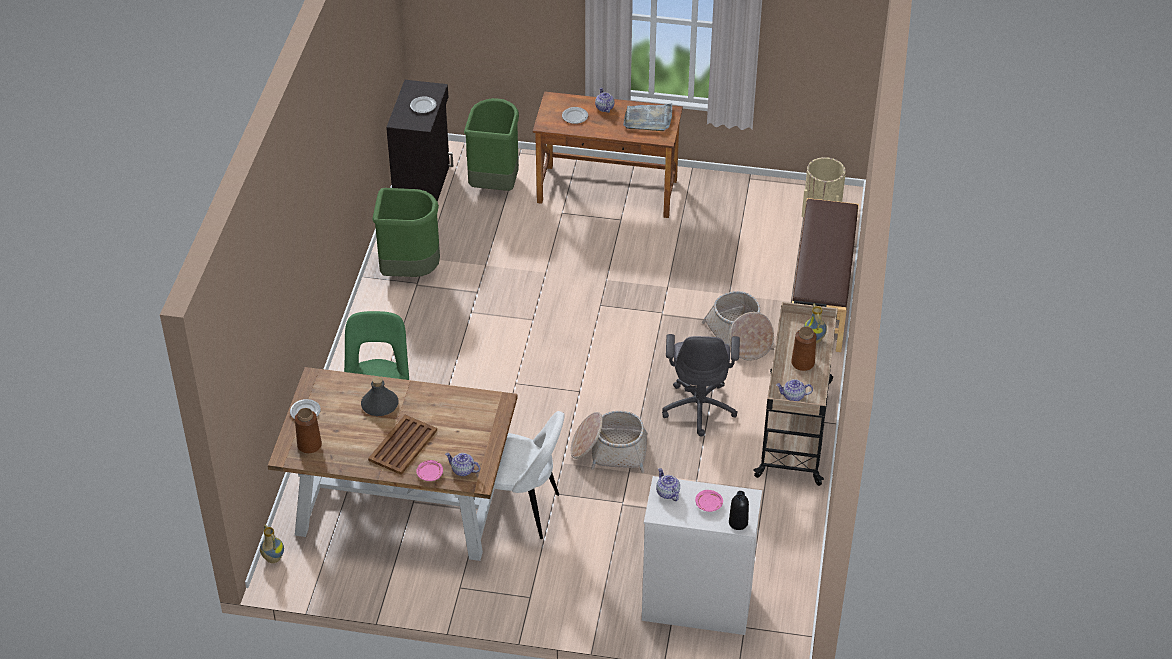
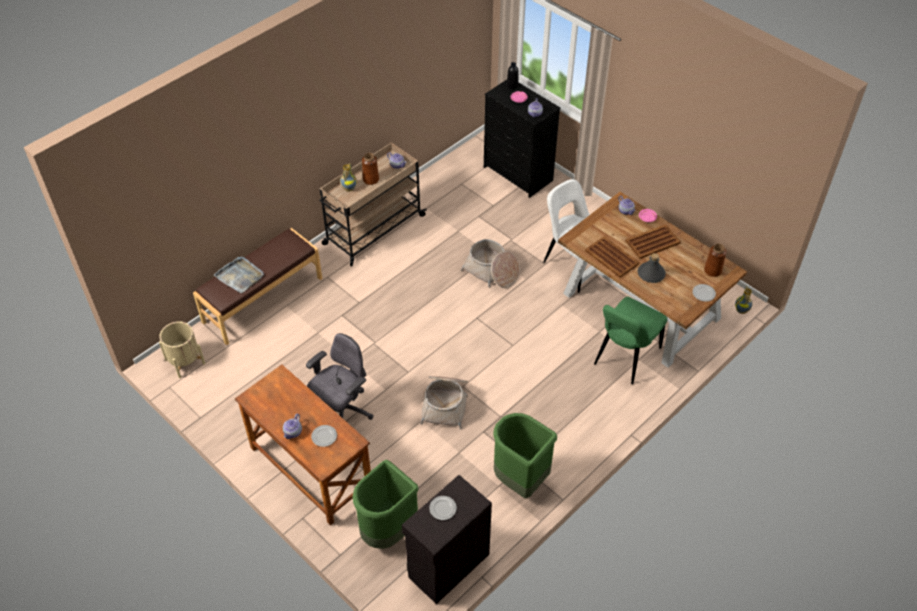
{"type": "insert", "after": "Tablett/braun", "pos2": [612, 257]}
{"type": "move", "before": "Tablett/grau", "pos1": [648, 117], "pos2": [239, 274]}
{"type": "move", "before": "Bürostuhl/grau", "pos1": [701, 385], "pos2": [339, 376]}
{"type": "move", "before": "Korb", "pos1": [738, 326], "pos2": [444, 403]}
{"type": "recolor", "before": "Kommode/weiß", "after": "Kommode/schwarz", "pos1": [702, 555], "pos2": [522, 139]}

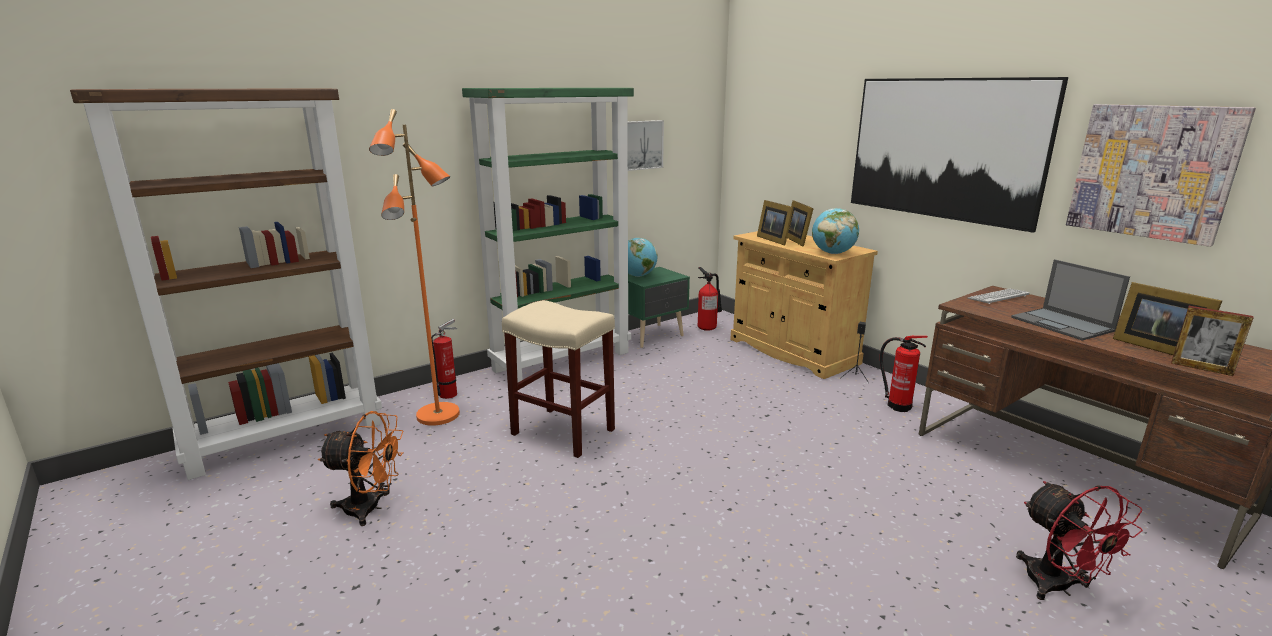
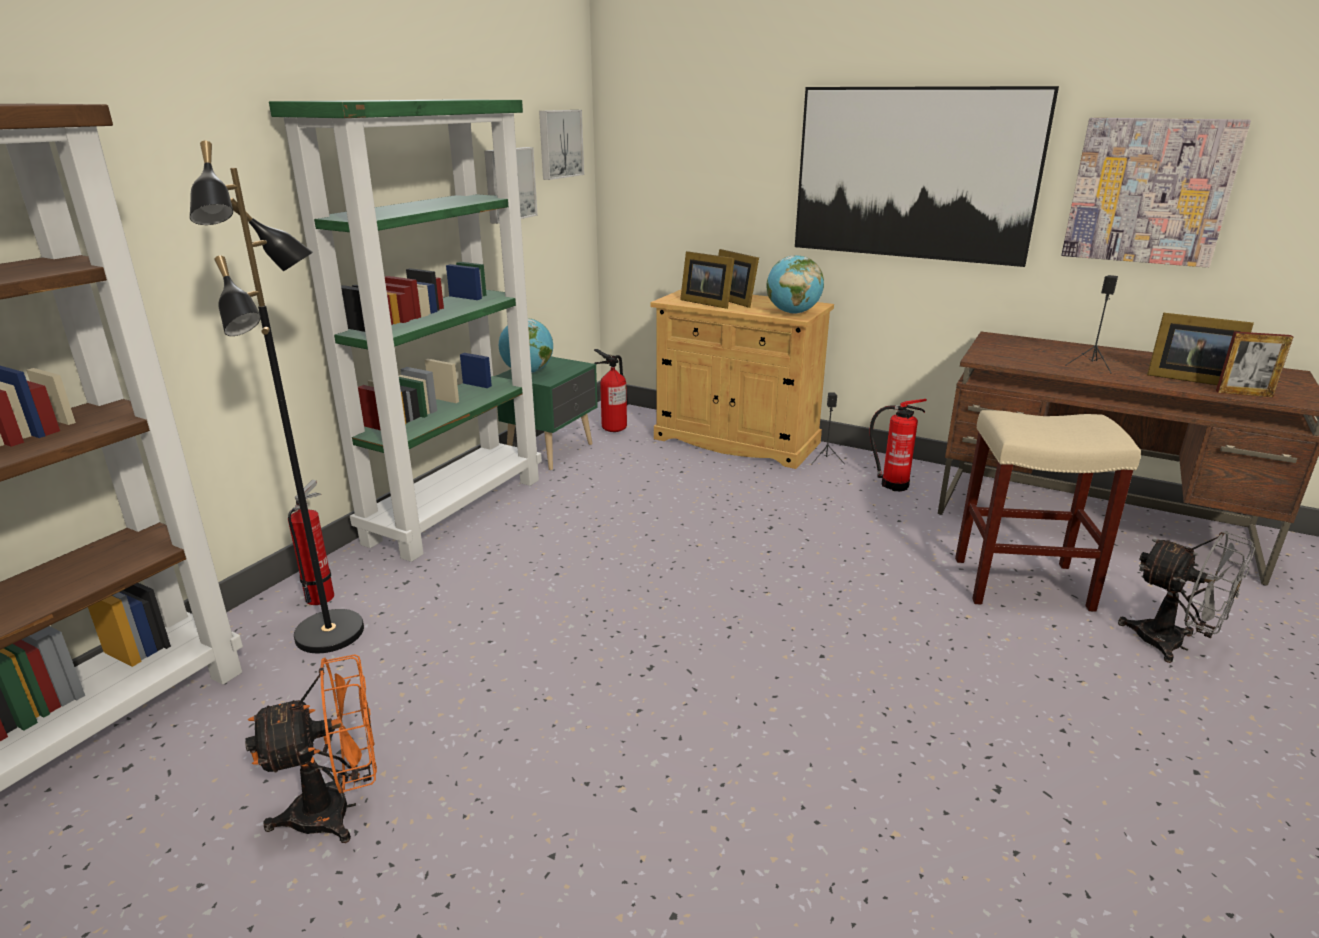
{"type": "delete", "before": "Tastatur", "pos1": [999, 296]}
{"type": "insert", "after": "Bild", "pos2": [561, 145]}
{"type": "move", "before": "Hocker/beige", "pos1": [558, 379], "pos2": [1048, 511]}
{"type": "replace", "before": "Laptop", "after": "Lautsprecher/schwarz", "pos1": [1070, 300], "pos2": [1091, 324]}
{"type": "recolor", "before": "Stehlampe/orange", "after": "Stehlampe/schwarz", "pos1": [414, 267], "pos2": [277, 397]}
{"type": "recolor", "before": "Ventilator/rot", "after": "Ventilator/grau", "pos1": [1079, 540], "pos2": [1186, 597]}

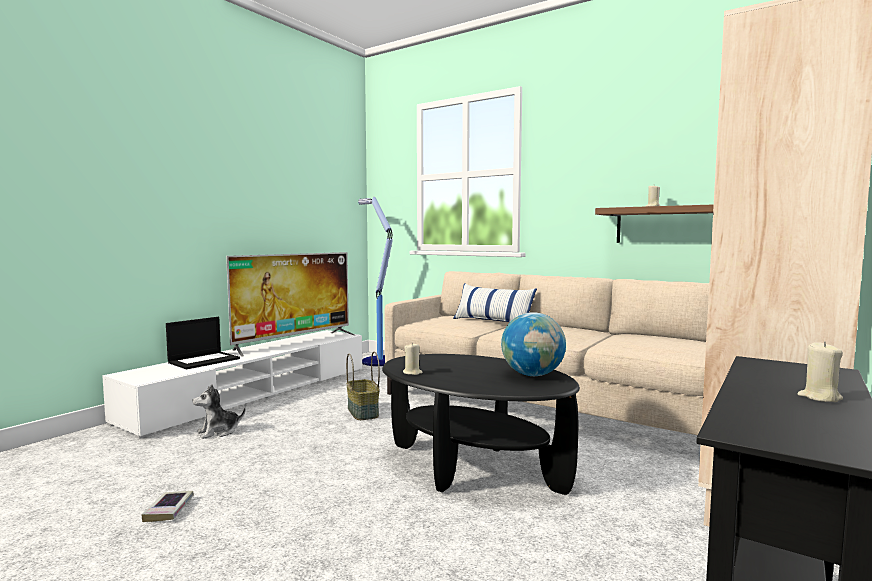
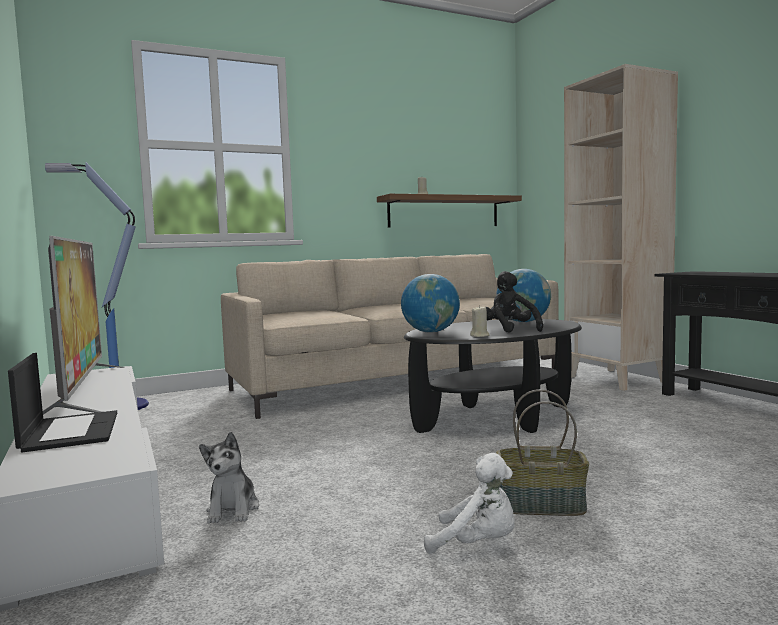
{"type": "delete", "before": "Kissen", "pos1": [495, 302]}
{"type": "delete", "before": "Kerze/beige", "pos1": [820, 371]}
{"type": "insert", "after": "Globus", "pos2": [430, 303]}
{"type": "insert", "after": "Plüschtier/schwarz", "pos2": [514, 302]}
{"type": "move", "before": "Korb", "pos1": [363, 385], "pos2": [542, 452]}
{"type": "replace", "before": "Buch", "after": "Plüschtier/weiß", "pos1": [167, 506], "pos2": [469, 503]}

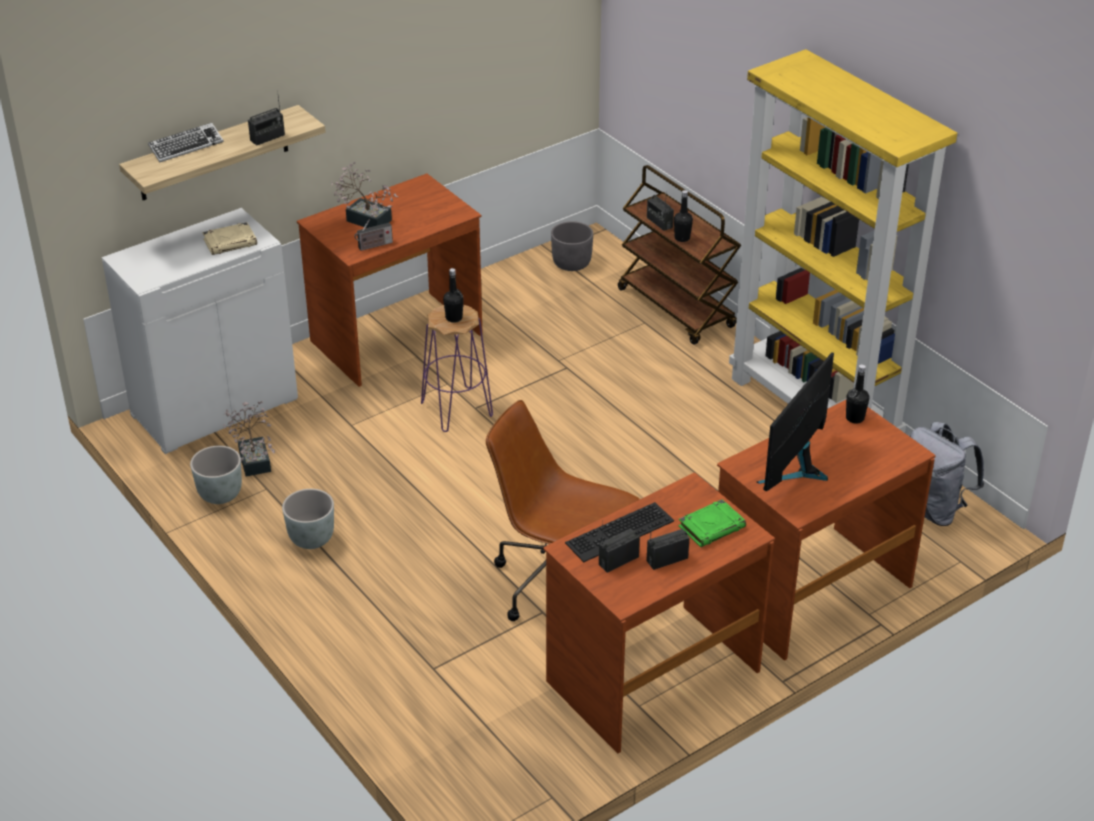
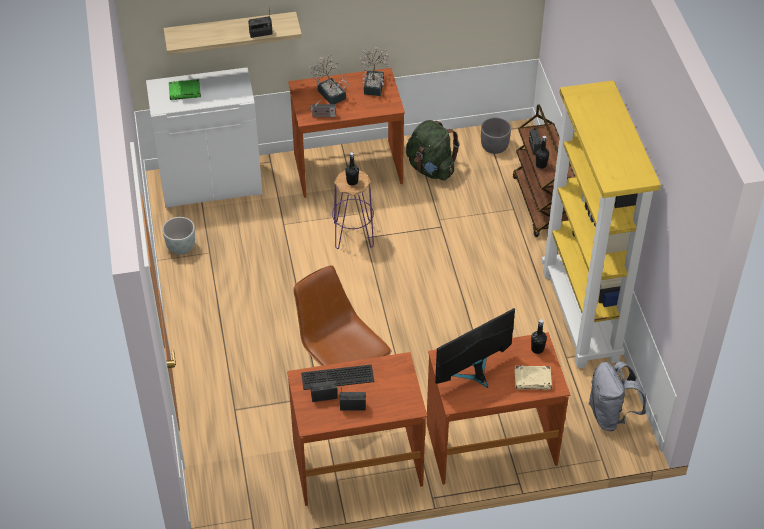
{"type": "delete", "before": "Tastatur", "pos1": [186, 142]}
{"type": "delete", "before": "Pflanzkübel/grau", "pos1": [308, 519]}
{"type": "insert", "after": "Rucksack/grün", "pos2": [433, 150]}
{"type": "move", "before": "Buch/beige", "pos1": [229, 238], "pos2": [533, 377]}
{"type": "move", "before": "Topfpflanze", "pos1": [249, 438], "pos2": [374, 71]}
{"type": "move", "before": "Buch/grün", "pos1": [712, 523], "pos2": [185, 89]}

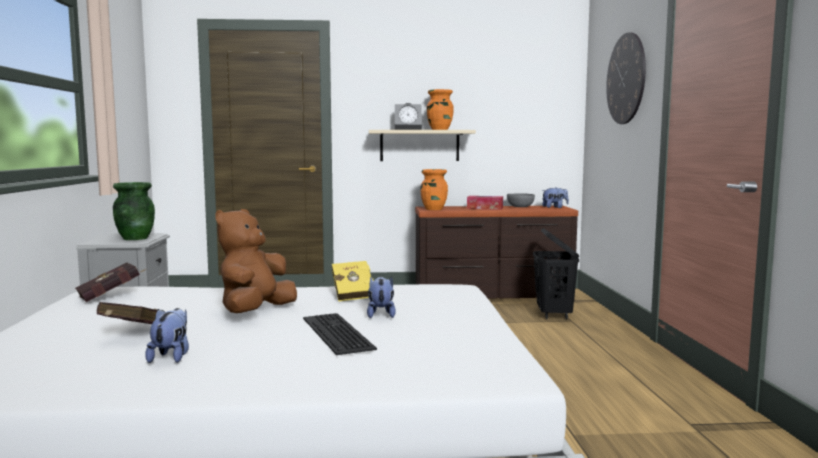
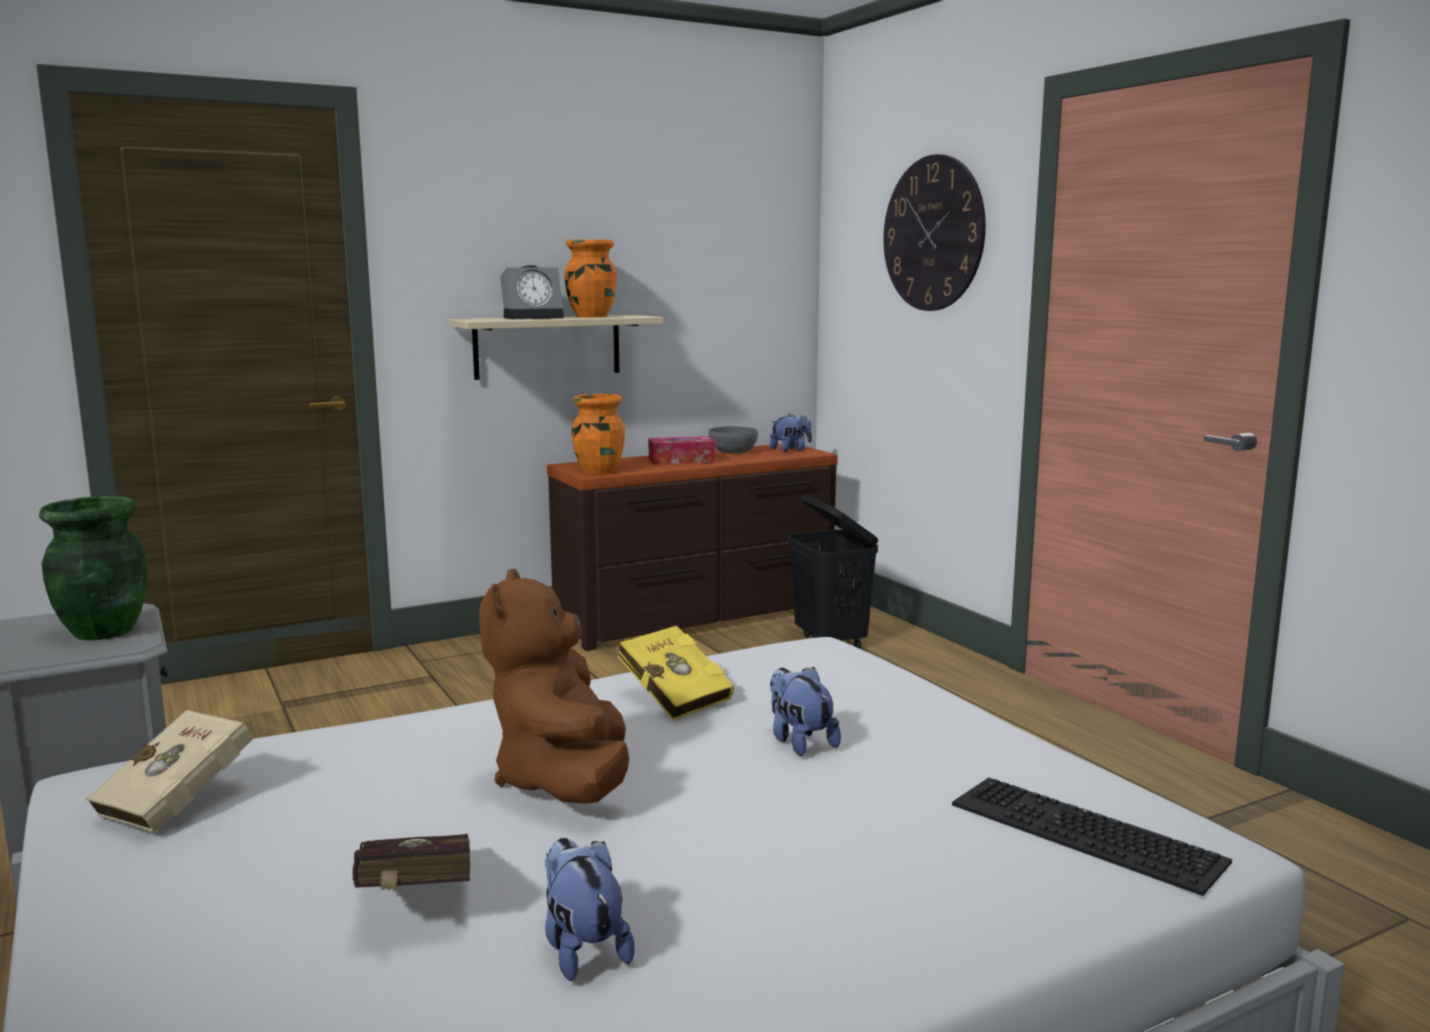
{"type": "move", "before": "Tastatur", "pos1": [340, 334], "pos2": [1092, 836]}
{"type": "recolor", "before": "Buch/rot", "after": "Buch/beige", "pos1": [110, 282], "pos2": [169, 771]}

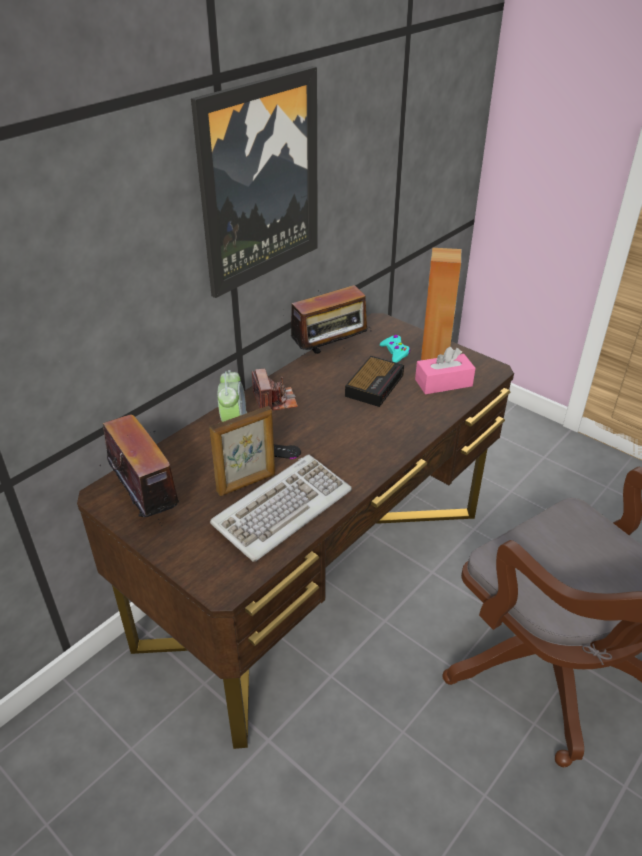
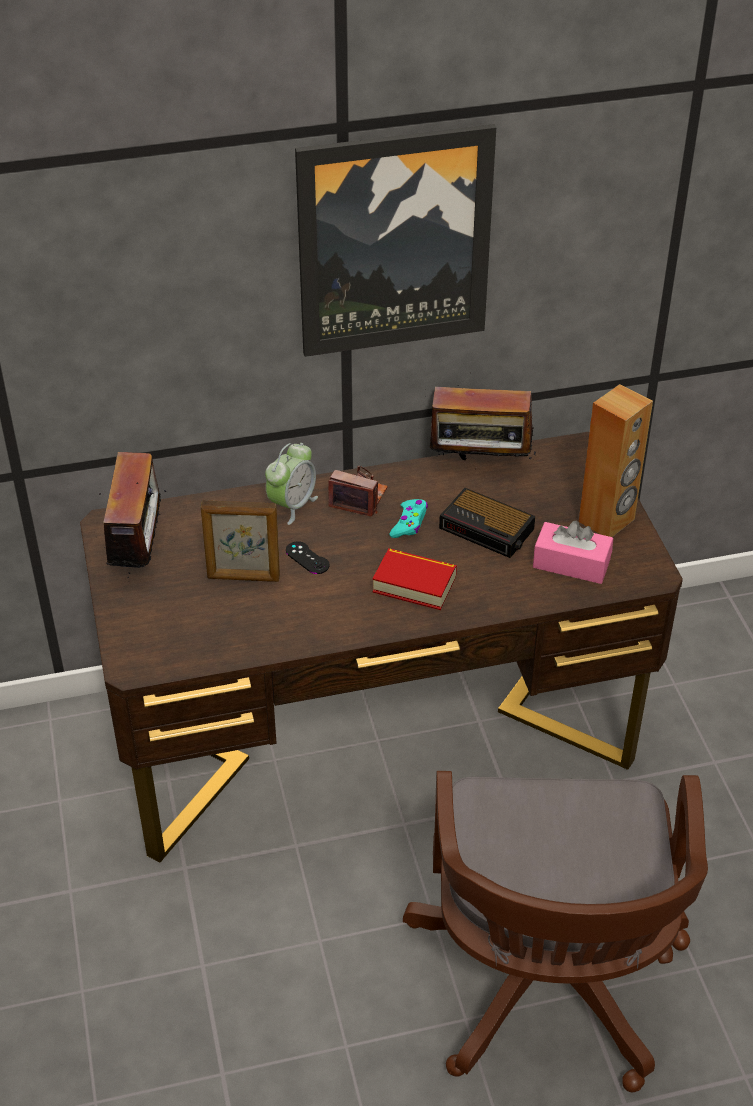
{"type": "delete", "before": "Tastatur", "pos1": [281, 508]}
{"type": "insert", "after": "Buch", "pos2": [415, 579]}
{"type": "move", "before": "Gamepad/türkis", "pos1": [395, 349], "pos2": [409, 518]}
{"type": "rotate", "before": "Kamera", "pos1": [275, 390], "pos2": [358, 491], "turn": -90}
{"type": "rotate", "before": "Wecker", "pos1": [374, 381], "pos2": [487, 523], "turn": 60}

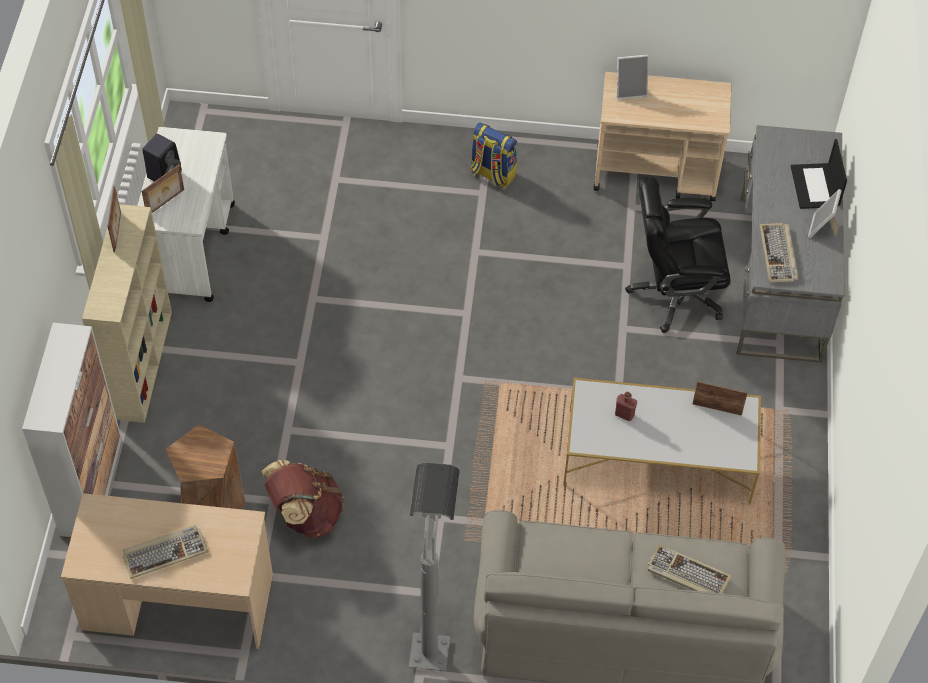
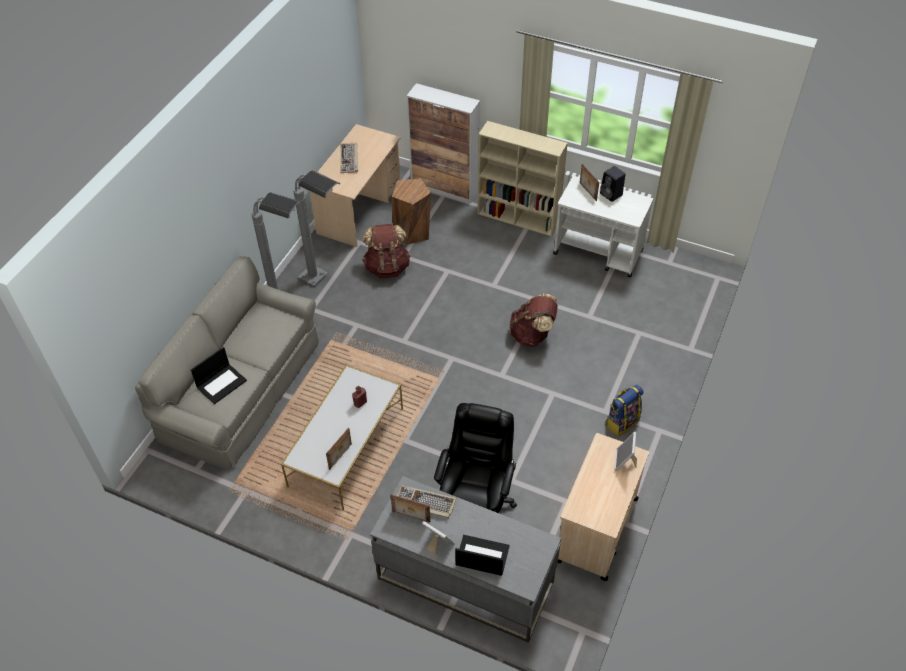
{"type": "insert", "after": "Stehlampe/grau", "pos2": [316, 228]}
{"type": "insert", "after": "Rucksack/braun", "pos2": [533, 320]}
{"type": "move", "before": "Bilderrahmen", "pos1": [114, 219], "pos2": [410, 508]}
{"type": "replace", "before": "Tastatur", "after": "Laptop", "pos1": [689, 568], "pos2": [219, 375]}

